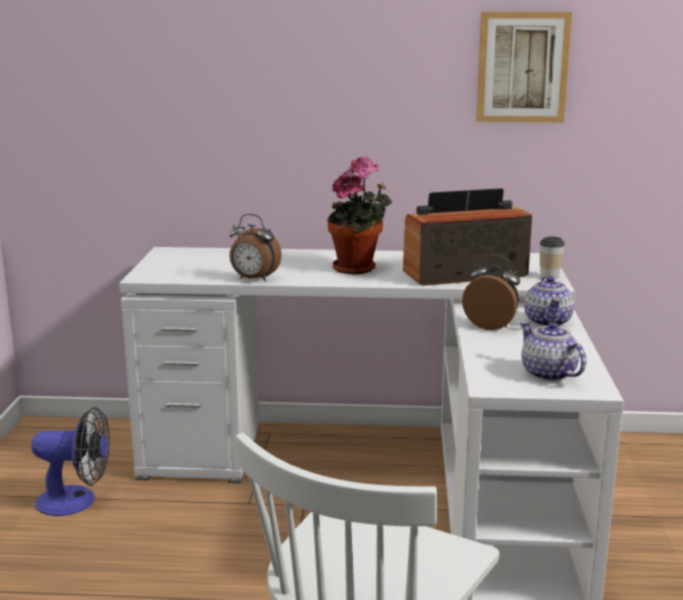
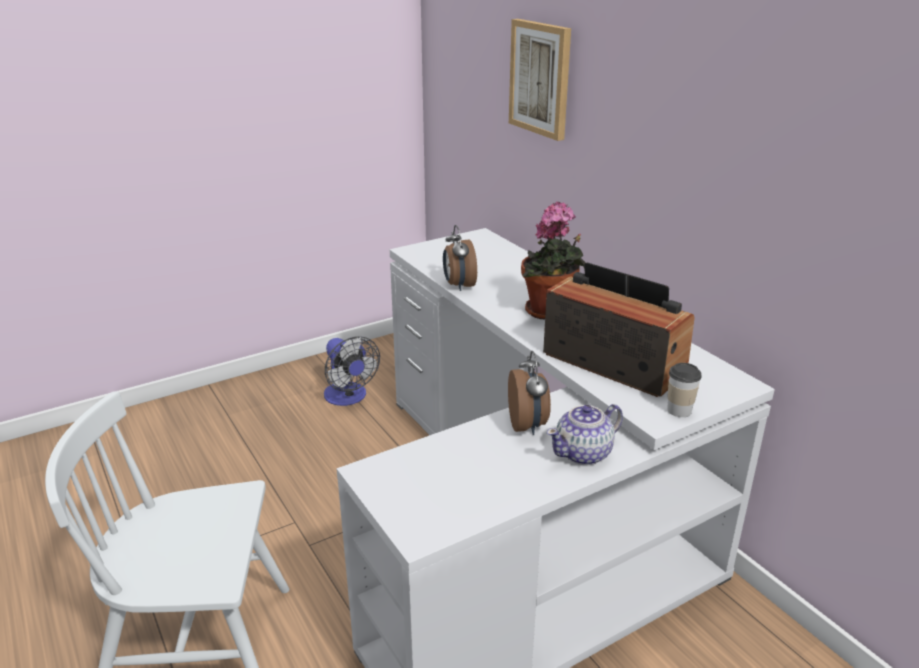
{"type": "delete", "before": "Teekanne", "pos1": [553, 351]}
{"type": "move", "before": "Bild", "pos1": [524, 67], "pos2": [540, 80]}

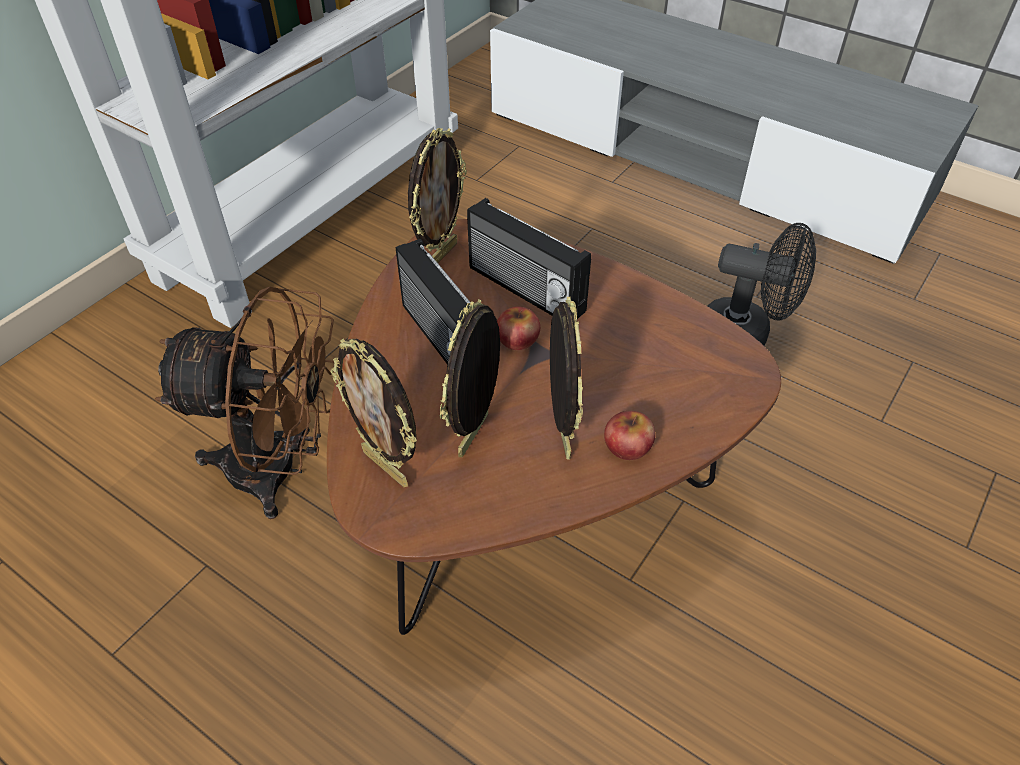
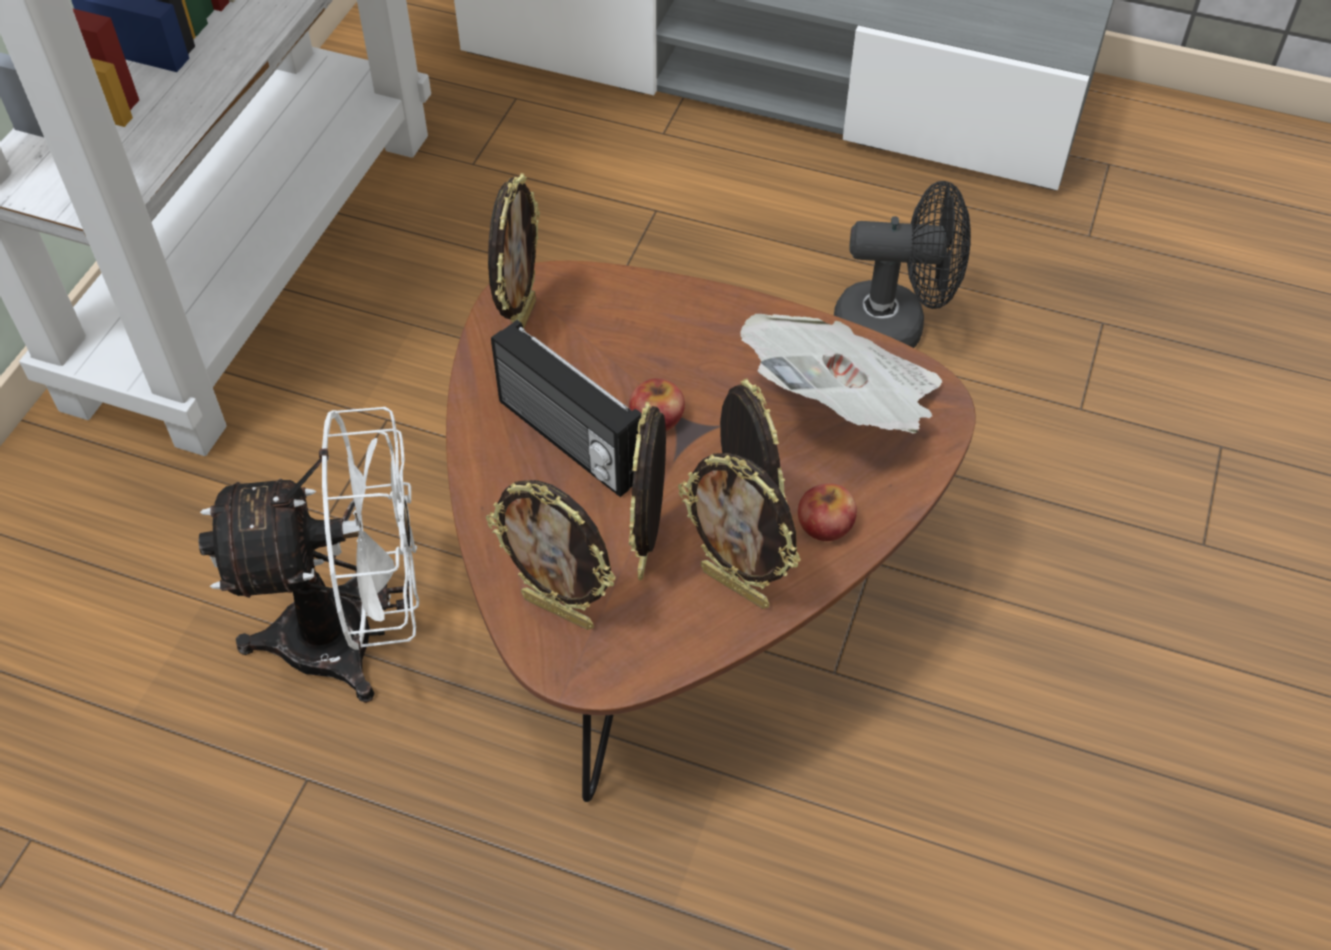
{"type": "delete", "before": "Radio", "pos1": [529, 258]}
{"type": "insert", "after": "Bilderrahmen", "pos2": [739, 531]}
{"type": "insert", "after": "Zeitung", "pos2": [841, 374]}
{"type": "recolor", "before": "Ventilator/braun", "after": "Ventilator/weiß", "pos1": [244, 403], "pos2": [309, 555]}

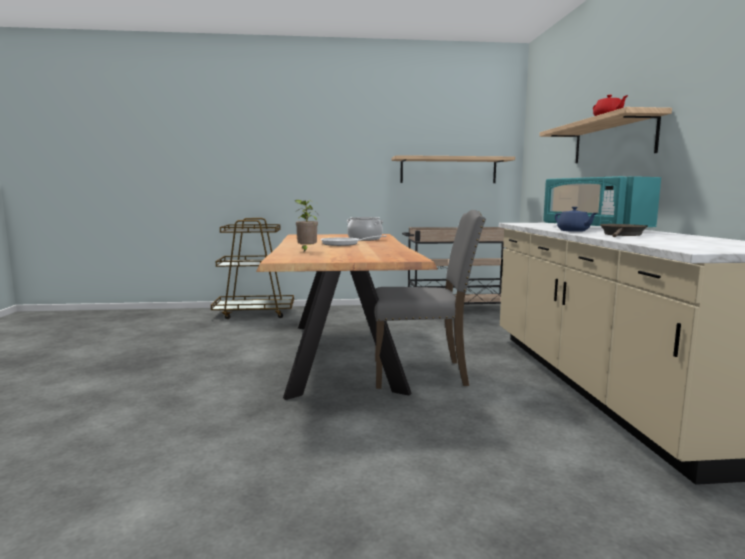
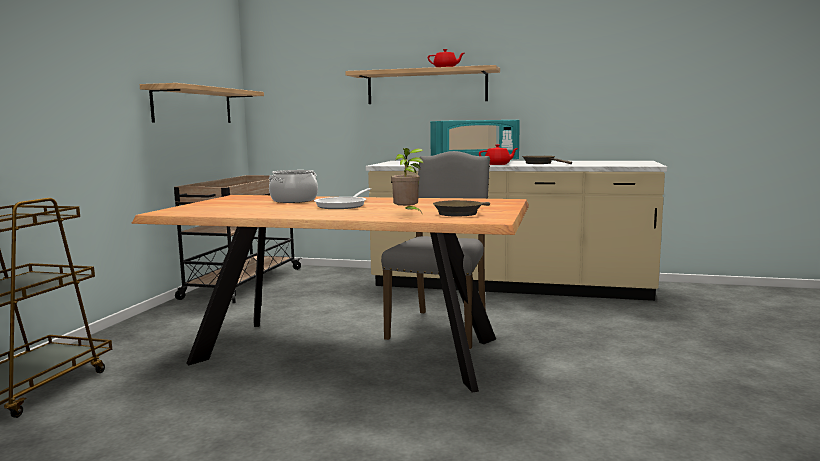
{"type": "insert", "after": "Pfanne/braun", "pos2": [461, 208]}
{"type": "recolor", "before": "Teekanne/blau", "after": "Teekanne/rot", "pos1": [576, 219], "pos2": [498, 154]}

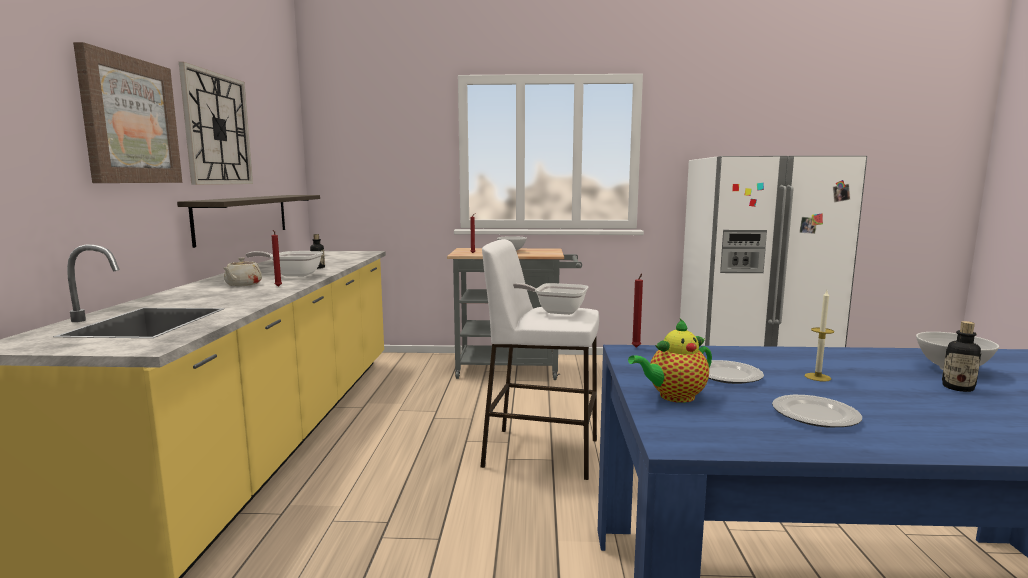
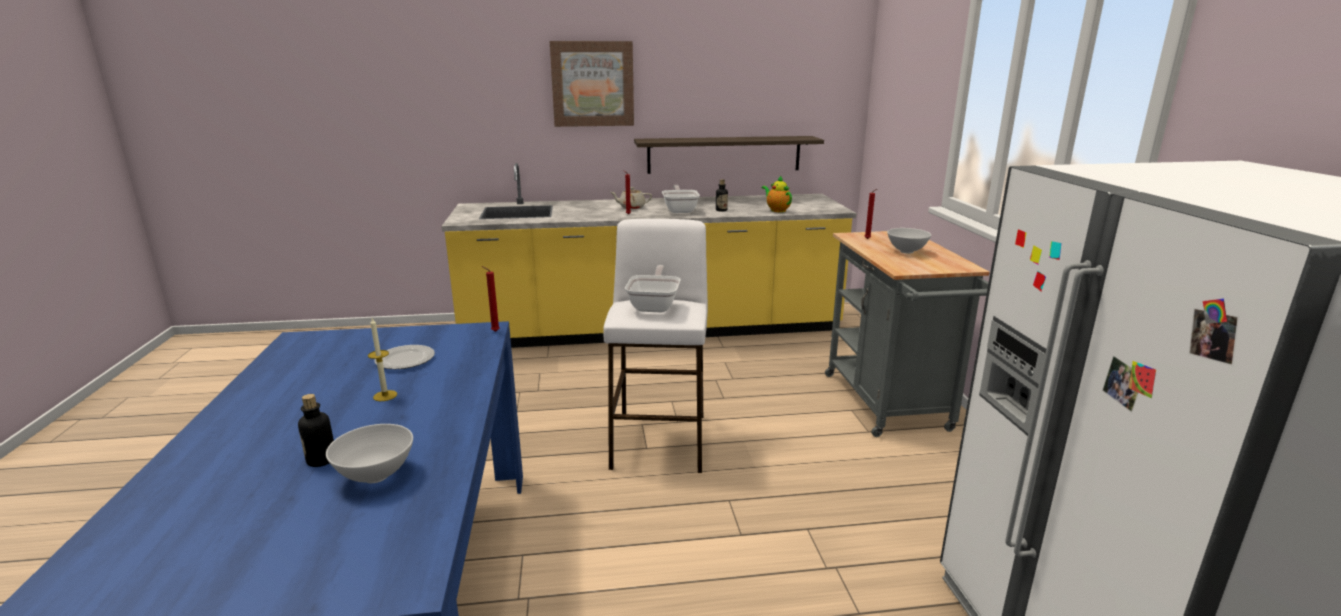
{"type": "delete", "before": "Wanduhr", "pos1": [216, 123]}
{"type": "delete", "before": "Teller", "pos1": [817, 411]}
{"type": "move", "before": "Teekanne", "pos1": [670, 361], "pos2": [777, 194]}

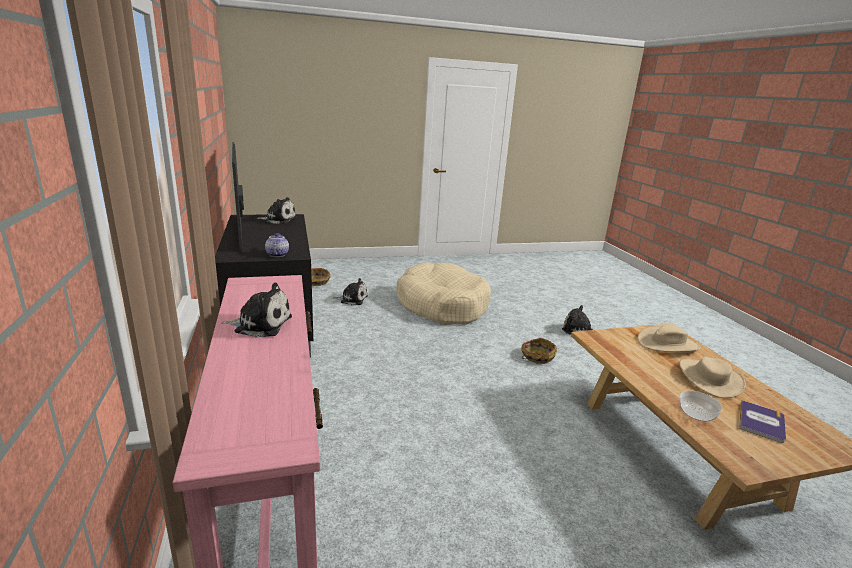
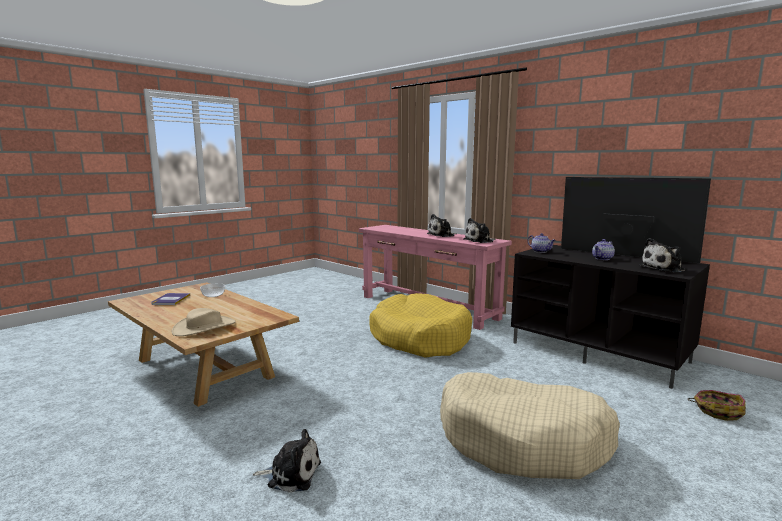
{"type": "delete", "before": "Korb", "pos1": [539, 351]}
{"type": "delete", "before": "Hut/beige", "pos1": [712, 377]}
{"type": "insert", "after": "Hundebett/gelb", "pos2": [420, 325]}
{"type": "insert", "after": "Teekanne", "pos2": [603, 249]}
{"type": "move", "before": "Plüschtier", "pos1": [350, 291], "pos2": [479, 230]}

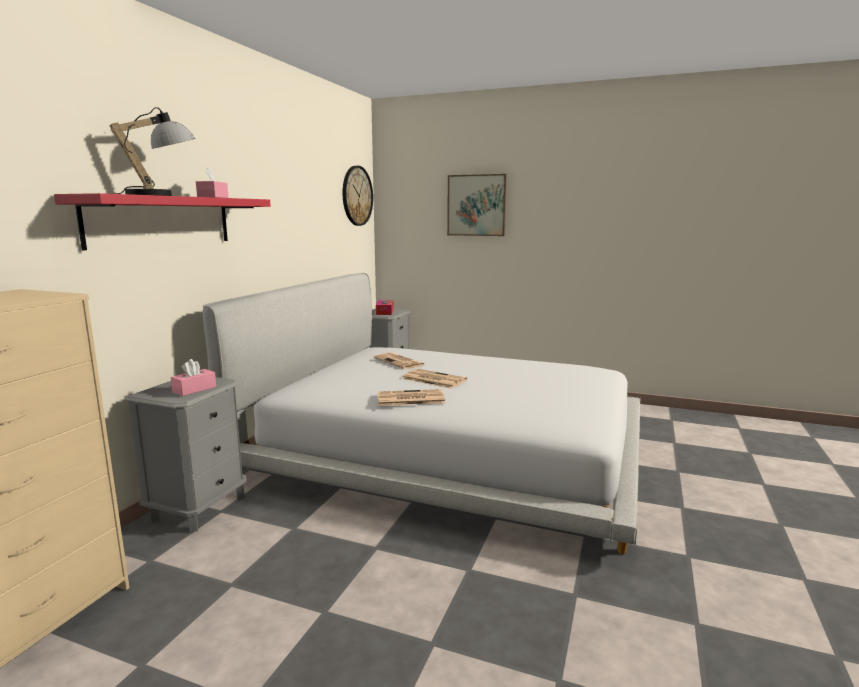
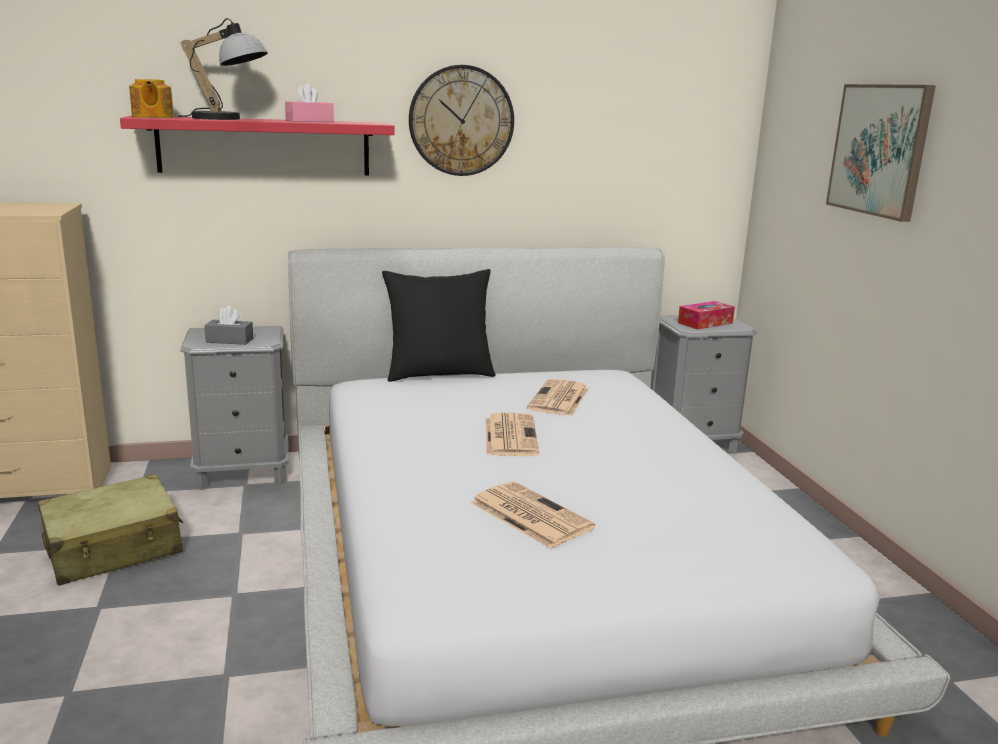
{"type": "insert", "after": "Koffer/beige", "pos2": [110, 530]}
{"type": "insert", "after": "Teekanne", "pos2": [151, 98]}
{"type": "insert", "after": "Kissen/schwarz", "pos2": [439, 325]}
{"type": "move", "before": "Wanduhr", "pos1": [358, 196], "pos2": [461, 120]}
{"type": "move", "before": "Zeitung", "pos1": [411, 397], "pos2": [532, 515]}
{"type": "recolor", "before": "Taschentuchbox/rosa", "after": "Taschentuchbox/grau", "pos1": [193, 377], "pos2": [229, 325]}

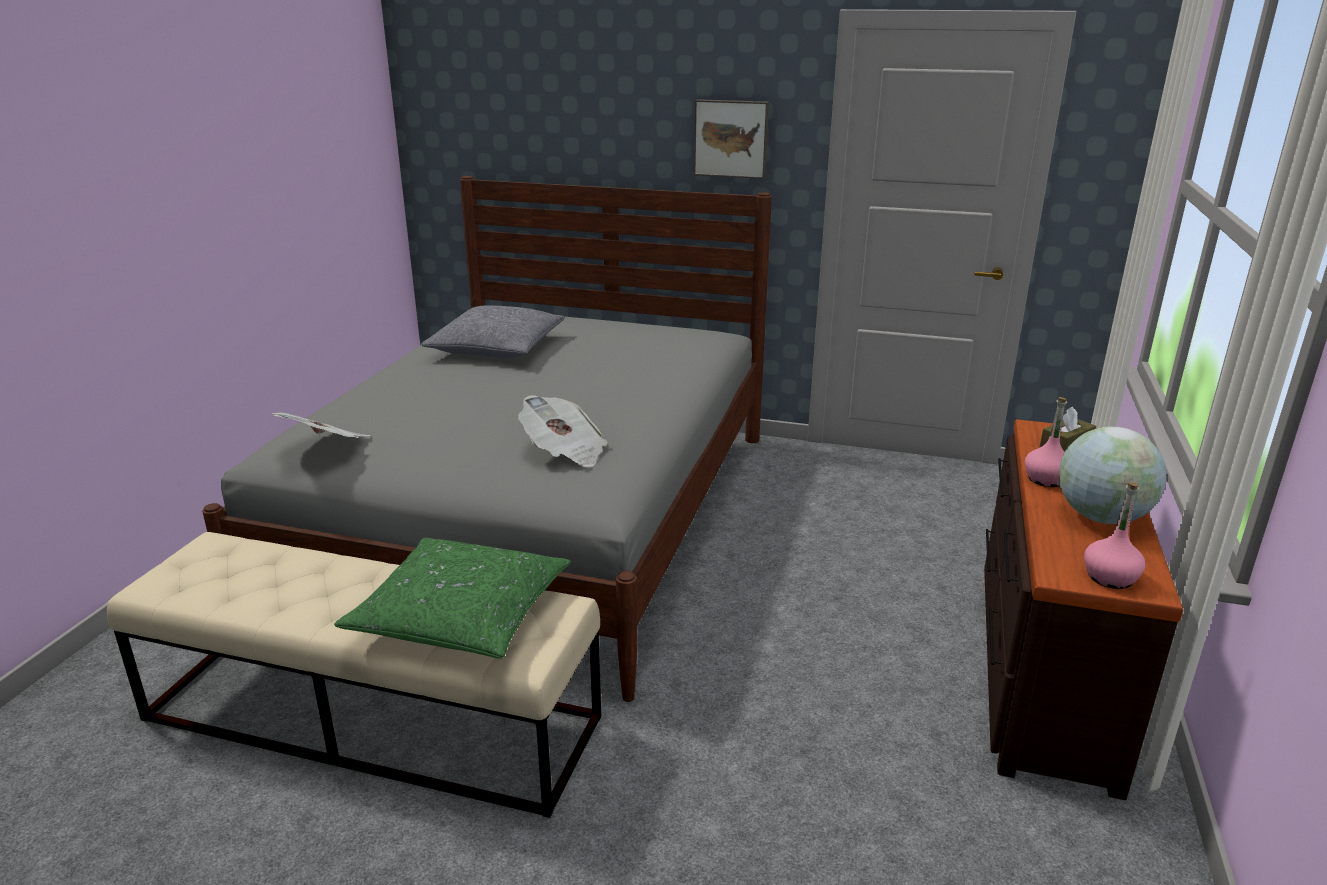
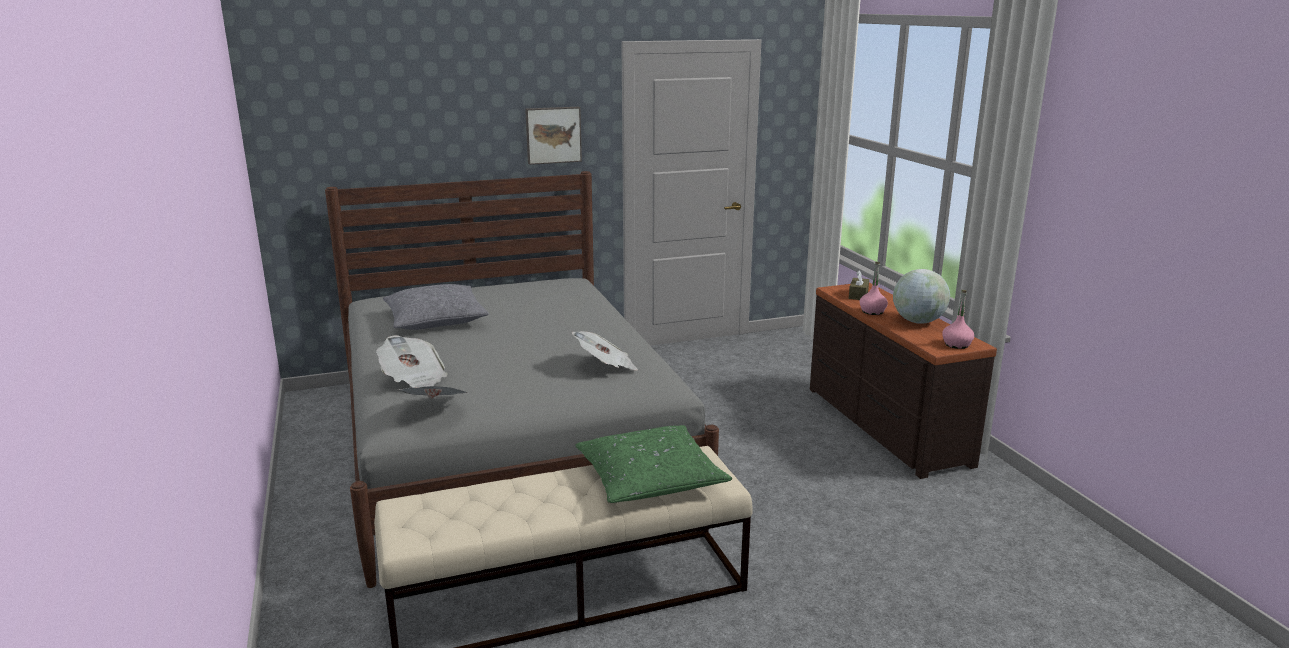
{"type": "insert", "after": "Zeitung", "pos2": [412, 361]}

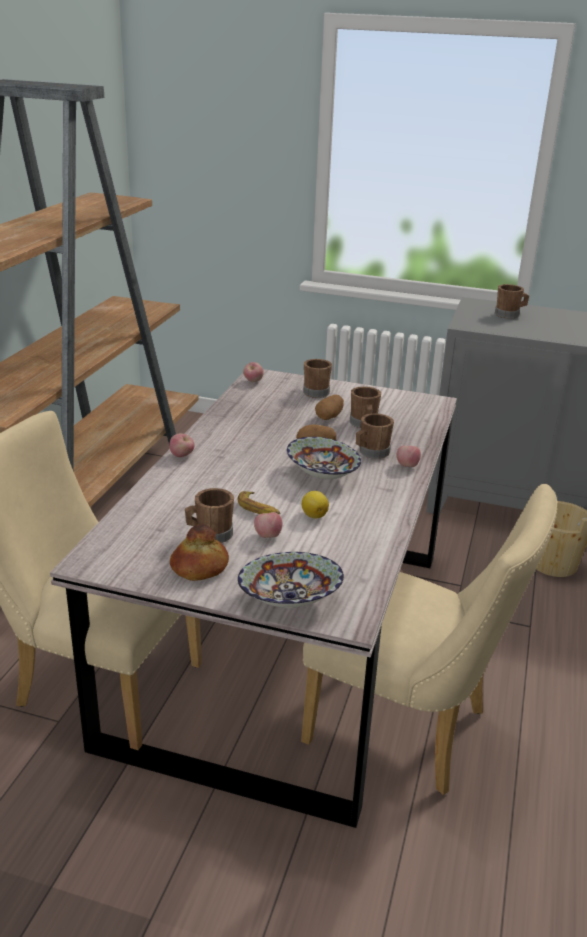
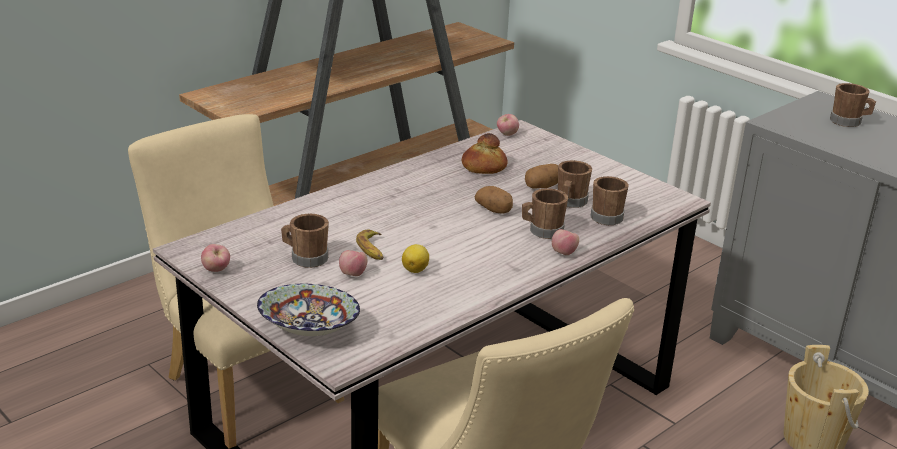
{"type": "delete", "before": "Schüssel", "pos1": [324, 458]}
{"type": "move", "before": "Apfel", "pos1": [181, 445], "pos2": [215, 258]}
{"type": "move", "before": "Brot", "pos1": [199, 552], "pos2": [485, 153]}
{"type": "move", "before": "Henkelbecher/braun", "pos1": [317, 378], "pos2": [609, 200]}

